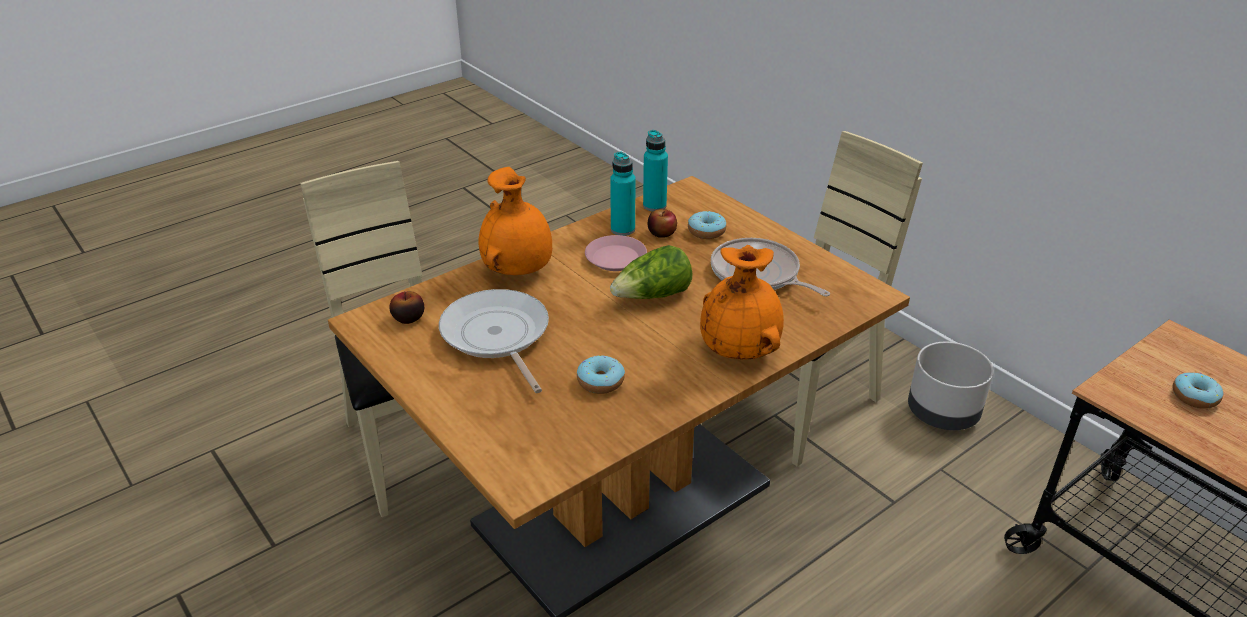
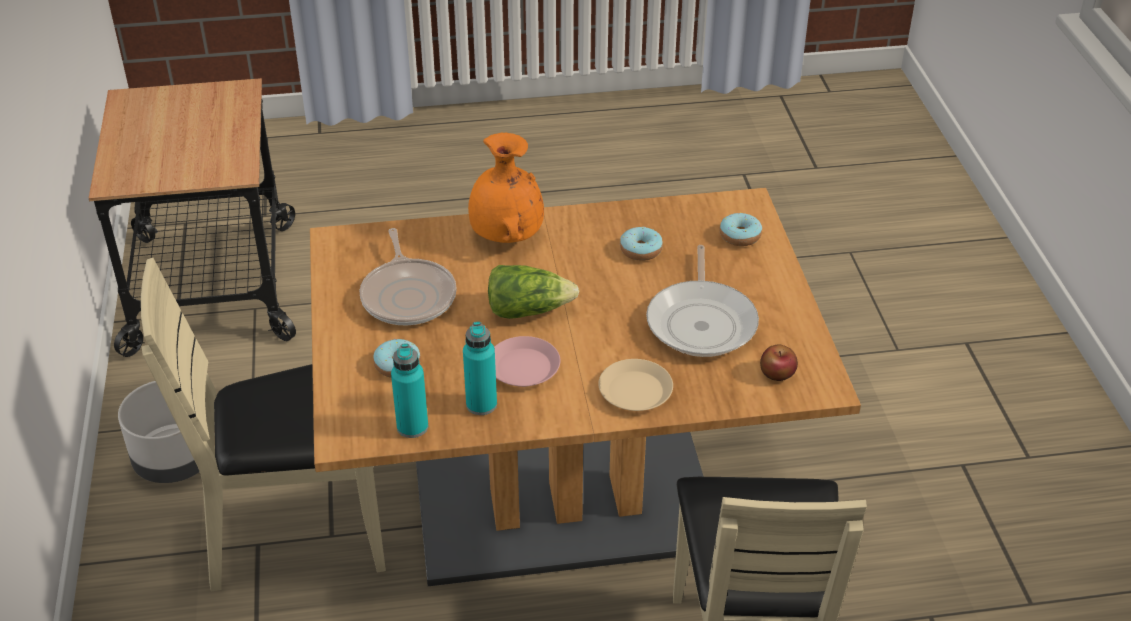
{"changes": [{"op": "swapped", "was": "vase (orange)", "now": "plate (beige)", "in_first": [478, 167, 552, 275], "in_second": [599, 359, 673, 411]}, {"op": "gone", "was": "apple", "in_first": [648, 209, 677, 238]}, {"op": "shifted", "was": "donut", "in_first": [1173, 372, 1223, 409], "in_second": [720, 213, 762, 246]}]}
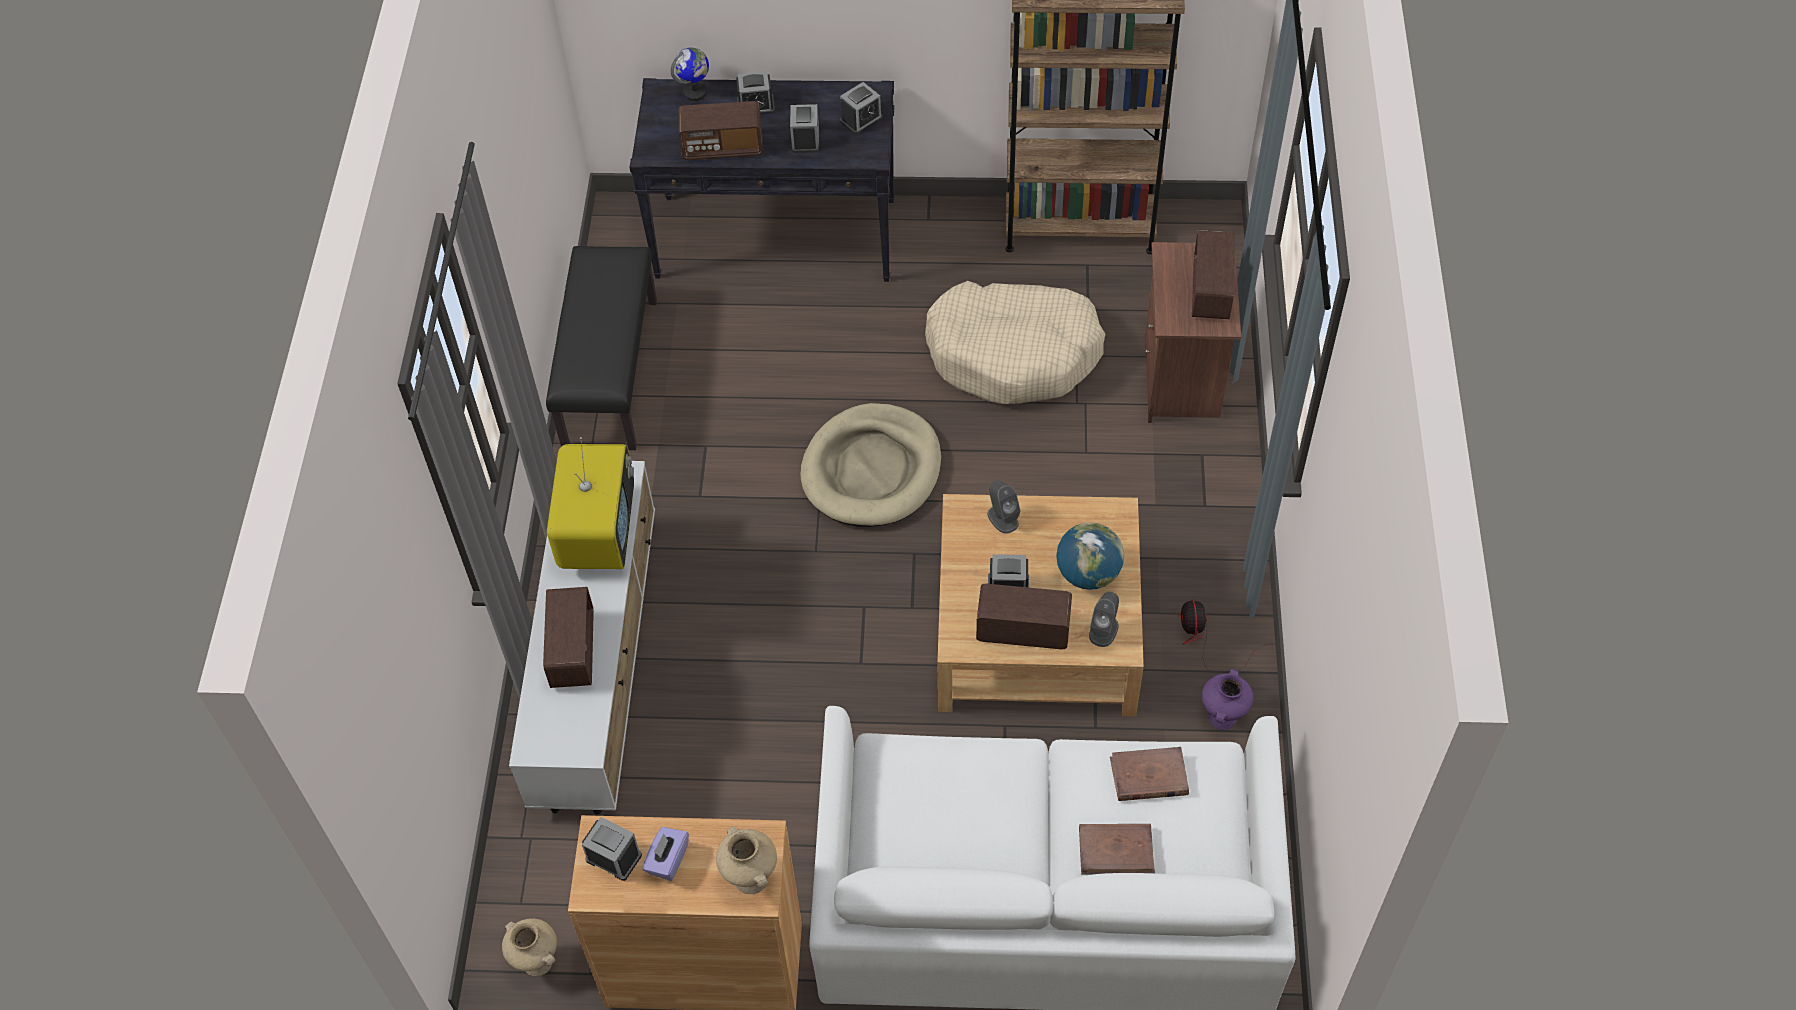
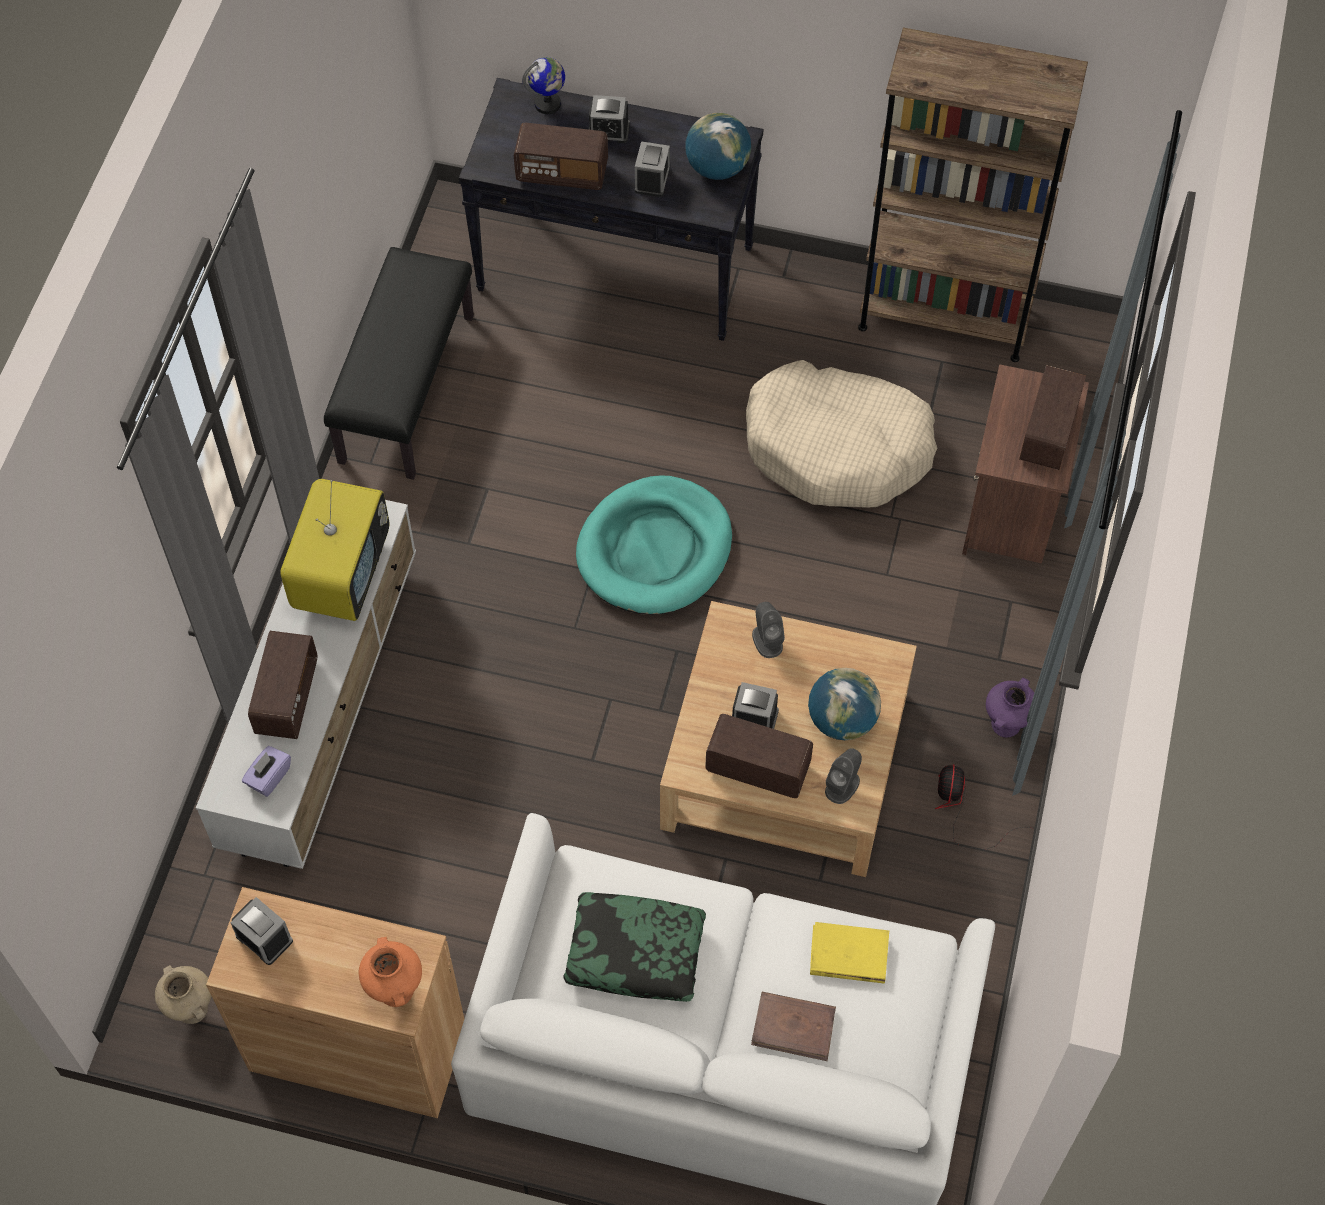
{"changes": [{"op": "shifted", "was": "tissue box (purple)", "in_first": [642, 827, 689, 881], "in_second": [242, 746, 291, 797]}, {"op": "repainted", "was": "vase (beige)", "now": "vase (orange)", "in_first": [716, 827, 777, 894], "in_second": [359, 937, 422, 1007]}, {"op": "repainted", "was": "dog bed (beige)", "now": "dog bed (turquoise)", "in_first": [801, 403, 941, 527], "in_second": [576, 475, 732, 615]}, {"op": "swapped", "was": "alarm clock", "now": "globe", "in_first": [840, 82, 883, 135], "in_second": [685, 113, 751, 180]}, {"op": "repainted", "was": "book (brown)", "now": "book (yellow)", "in_first": [1110, 747, 1189, 801], "in_second": [810, 922, 889, 983]}, {"op": "shifted", "was": "vase (purple)", "in_first": [1202, 669, 1253, 730], "in_second": [986, 677, 1035, 738]}, {"op": "new", "now": "pillow", "in_second": [563, 892, 706, 1002]}]}
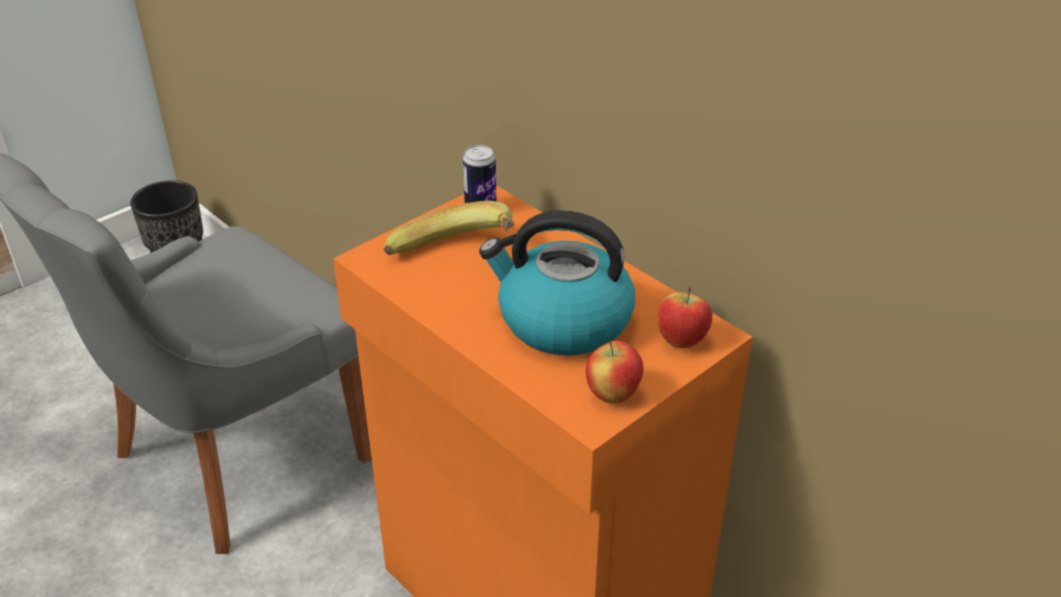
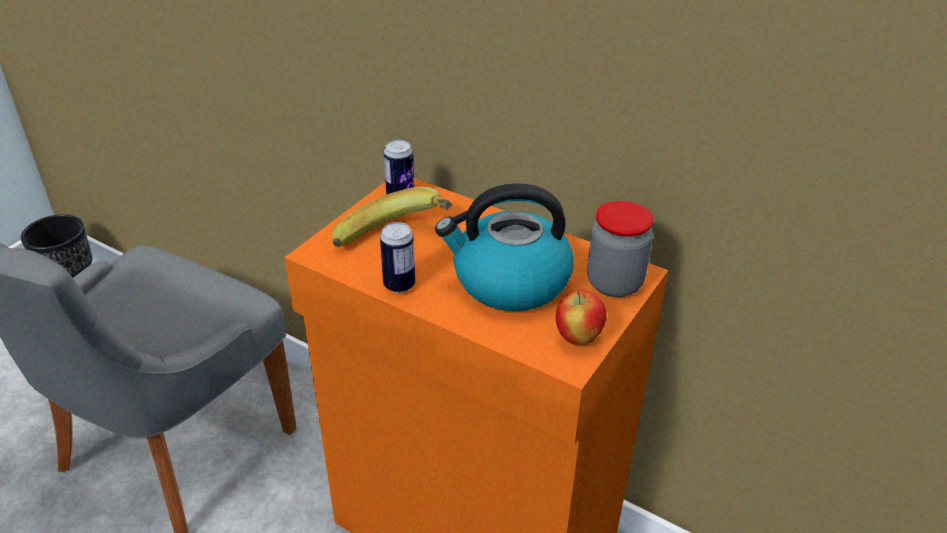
{"changes": [{"op": "swapped", "was": "apple", "now": "jar", "in_first": [657, 287, 713, 348], "in_second": [587, 201, 654, 297]}, {"op": "new", "now": "can", "in_second": [380, 222, 415, 293]}]}
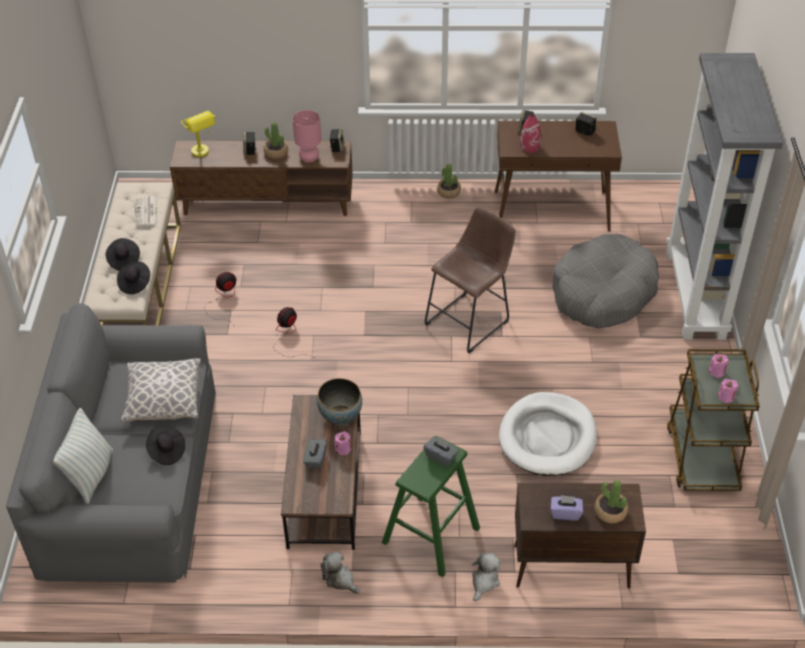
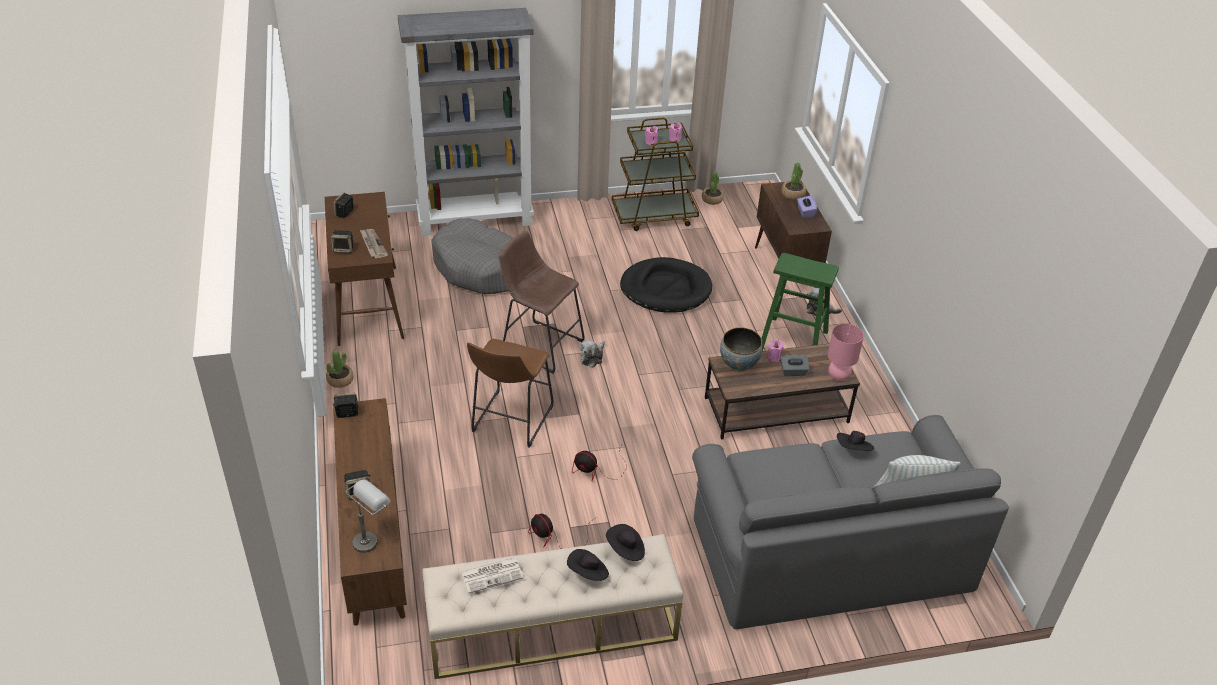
{"changes": [{"op": "gone", "was": "pillow", "in_first": [121, 358, 201, 422]}, {"op": "repainted", "was": "table lamp (yellow)", "now": "table lamp (grey)", "in_first": [181, 111, 216, 157], "in_second": [345, 480, 390, 553]}, {"op": "shifted", "was": "potted plant", "in_first": [263, 122, 288, 159], "in_second": [702, 171, 724, 205]}, {"op": "shifted", "was": "table lamp (pink)", "in_first": [293, 110, 321, 162], "in_second": [828, 323, 864, 381]}, {"op": "shifted", "was": "plush toy", "in_first": [320, 551, 360, 594], "in_second": [580, 340, 605, 368]}, {"op": "gone", "was": "tissue box (grey)", "in_first": [424, 437, 459, 467]}, {"op": "repainted", "was": "dog bed (white)", "now": "dog bed (black)", "in_first": [499, 392, 597, 476], "in_second": [620, 257, 712, 313]}, {"op": "swapped", "was": "vase (red)", "now": "newspaper", "in_first": [520, 114, 541, 152], "in_second": [360, 229, 388, 258]}, {"op": "new", "now": "stool (brown)", "in_second": [467, 339, 553, 448]}]}
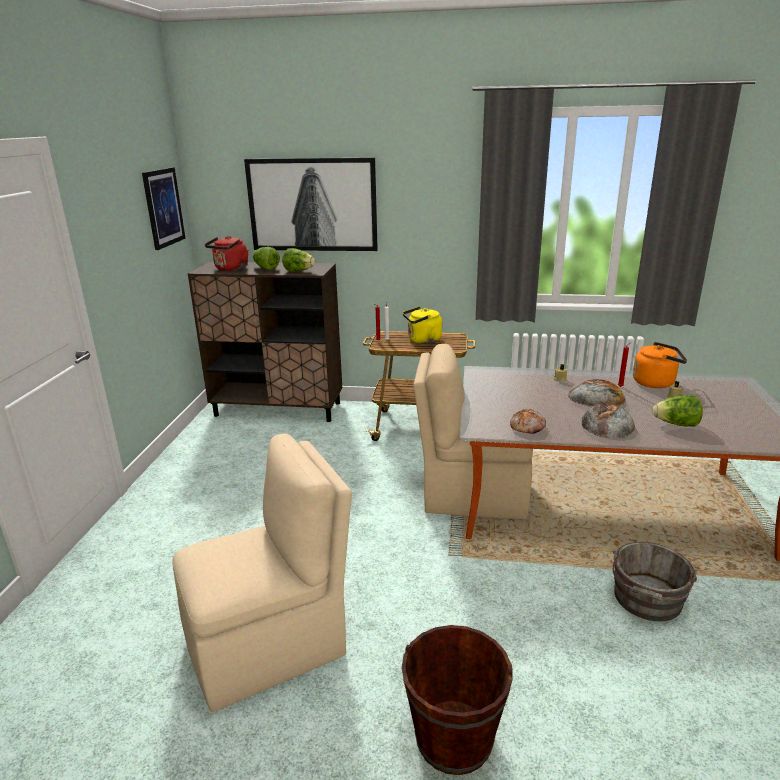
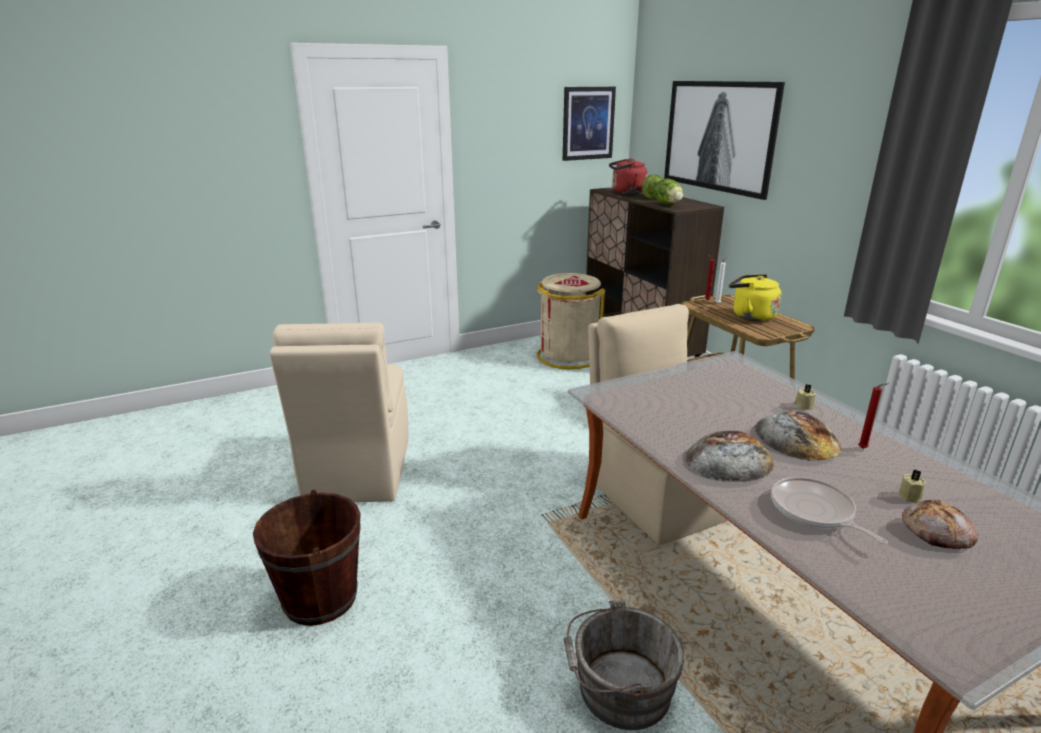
{"changes": [{"op": "rotated", "was": "chair (beige)", "in_first": [172, 433, 352, 712], "in_second": [270, 323, 408, 503], "clockwise": 60}, {"op": "shifted", "was": "bread", "in_first": [510, 409, 546, 434], "in_second": [902, 500, 978, 549]}, {"op": "gone", "was": "kettle (orange)", "in_first": [633, 342, 687, 388]}, {"op": "swapped", "was": "lettuce", "now": "frying pan", "in_first": [653, 395, 703, 427], "in_second": [771, 477, 888, 544]}, {"op": "new", "now": "trash can (beige)", "in_second": [537, 273, 605, 369]}]}
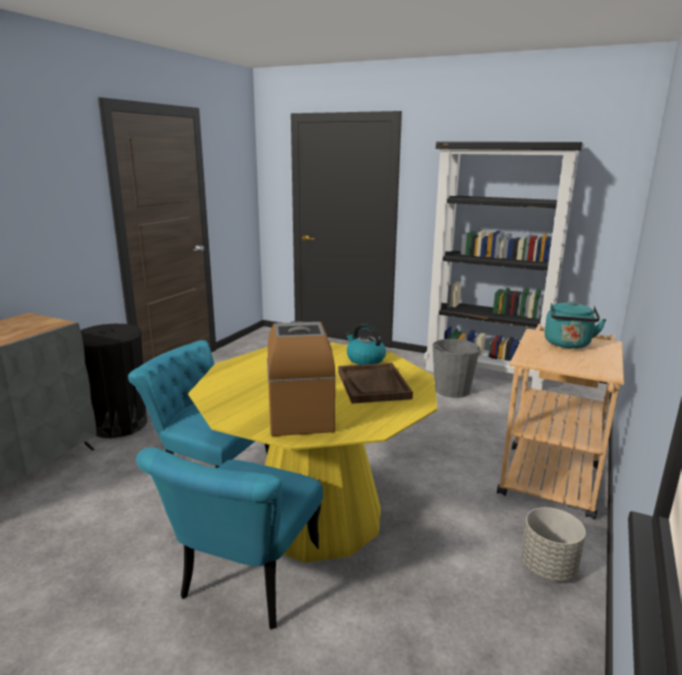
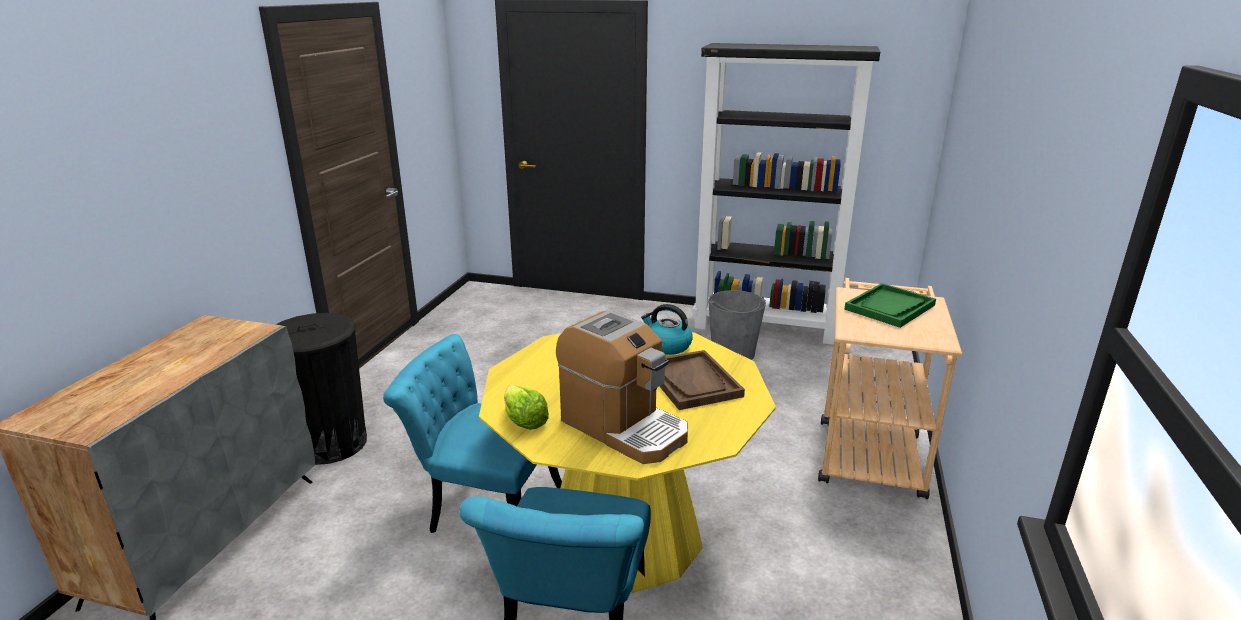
{"changes": [{"op": "rotated", "was": "coffee machine", "in_first": [267, 321, 336, 436], "in_second": [556, 310, 688, 464], "clockwise": 150}, {"op": "gone", "was": "planter (grey)", "in_first": [521, 507, 586, 581]}, {"op": "swapped", "was": "kettle (turquoise)", "now": "tray (green)", "in_first": [544, 301, 607, 349], "in_second": [844, 283, 936, 328]}, {"op": "new", "now": "lettuce", "in_second": [504, 385, 549, 430]}]}
